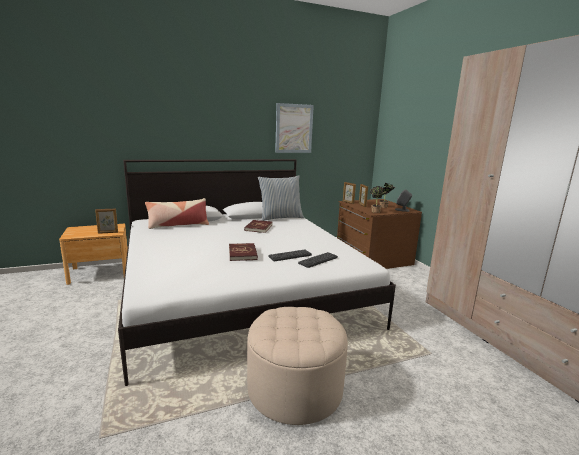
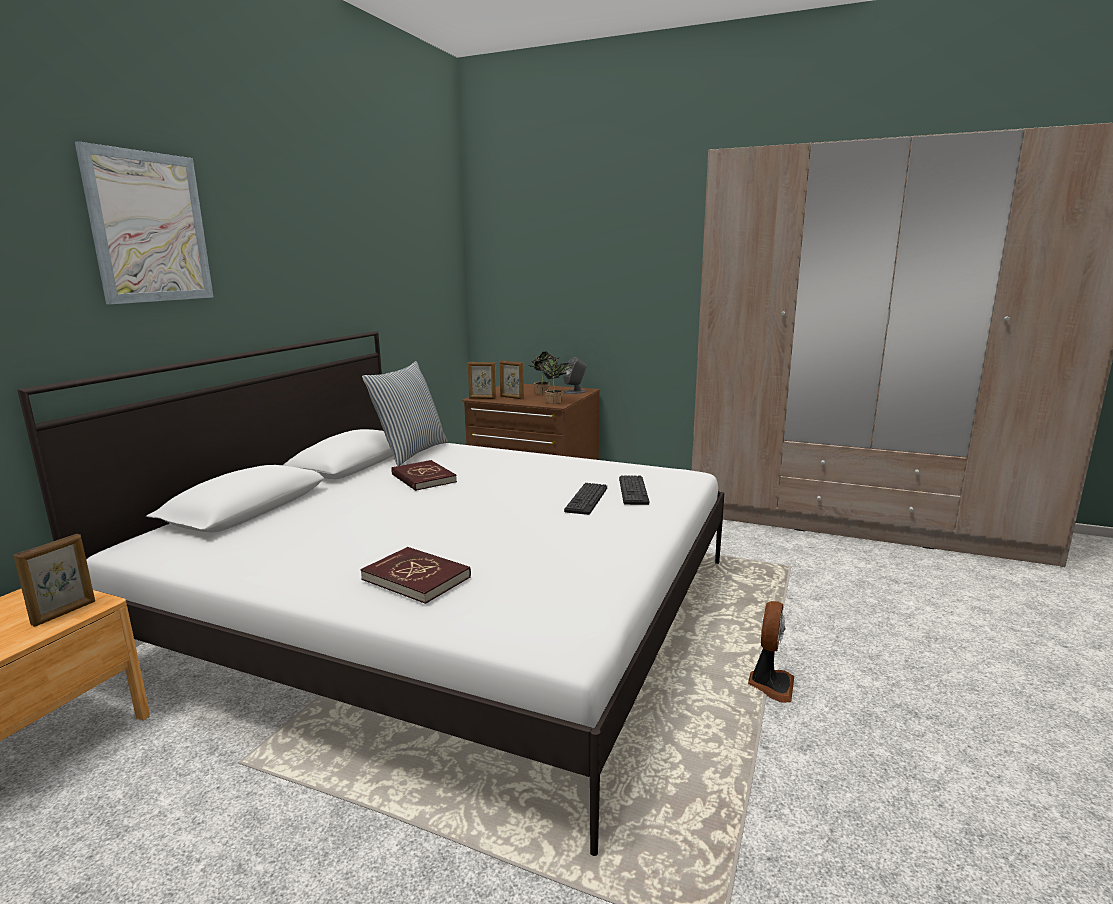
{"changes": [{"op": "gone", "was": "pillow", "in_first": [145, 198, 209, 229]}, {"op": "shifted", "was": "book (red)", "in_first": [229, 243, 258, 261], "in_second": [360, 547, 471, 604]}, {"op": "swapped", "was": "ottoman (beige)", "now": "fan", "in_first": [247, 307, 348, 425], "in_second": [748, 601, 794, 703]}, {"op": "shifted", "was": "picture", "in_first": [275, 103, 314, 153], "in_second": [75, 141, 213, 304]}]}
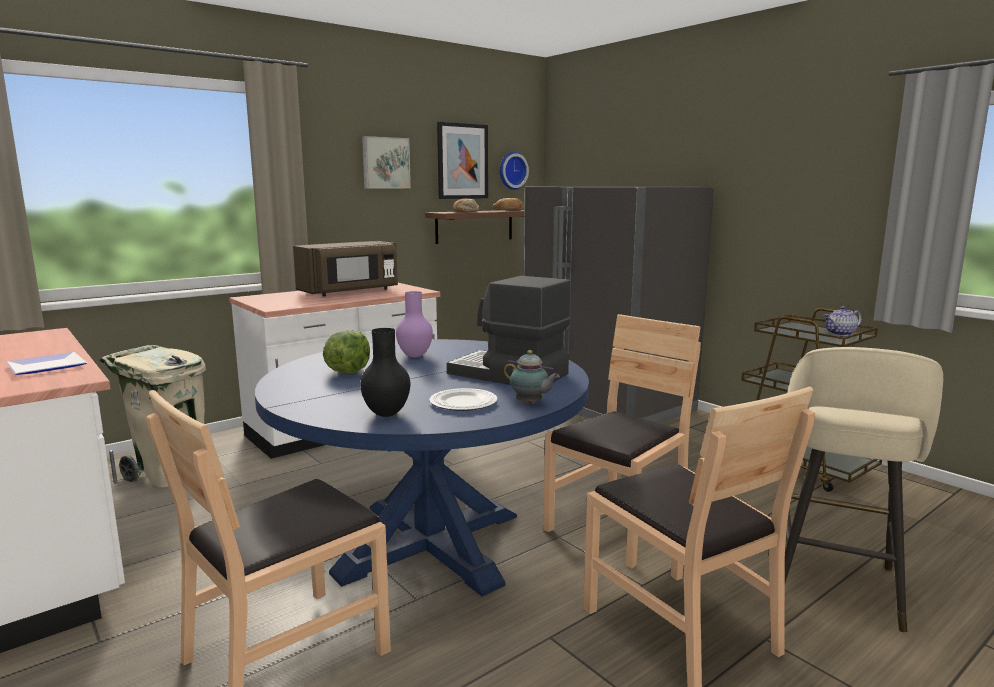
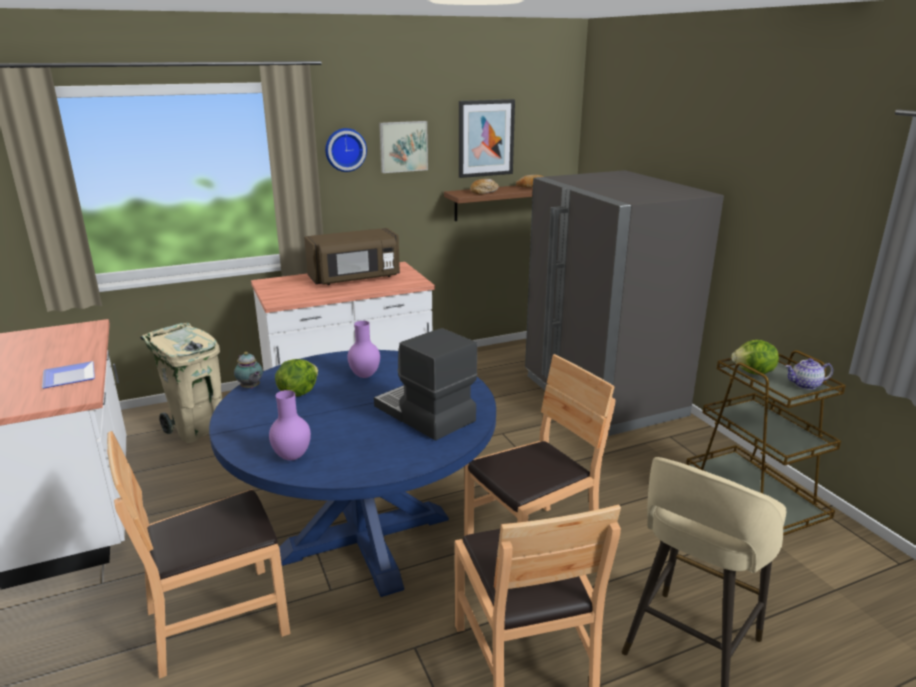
{"changes": [{"op": "repainted", "was": "vase (black)", "now": "vase (purple)", "in_first": [360, 328, 410, 417], "in_second": [269, 390, 311, 461]}, {"op": "gone", "was": "plate", "in_first": [429, 388, 498, 411]}, {"op": "shifted", "was": "wall clock", "in_first": [499, 152, 529, 190], "in_second": [325, 128, 367, 172]}, {"op": "shifted", "was": "teapot", "in_first": [504, 350, 560, 404], "in_second": [234, 352, 263, 389]}, {"op": "new", "now": "lettuce", "in_second": [731, 340, 779, 375]}]}
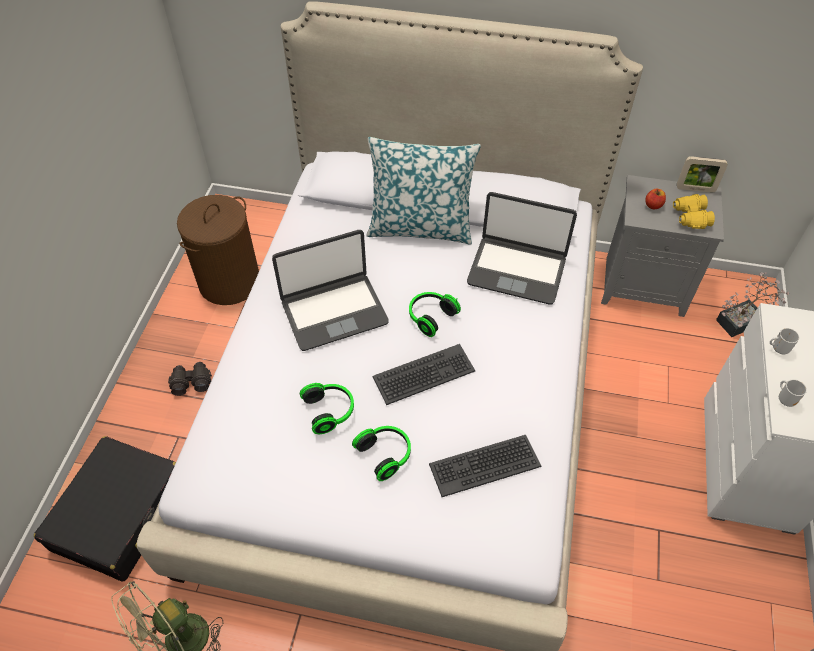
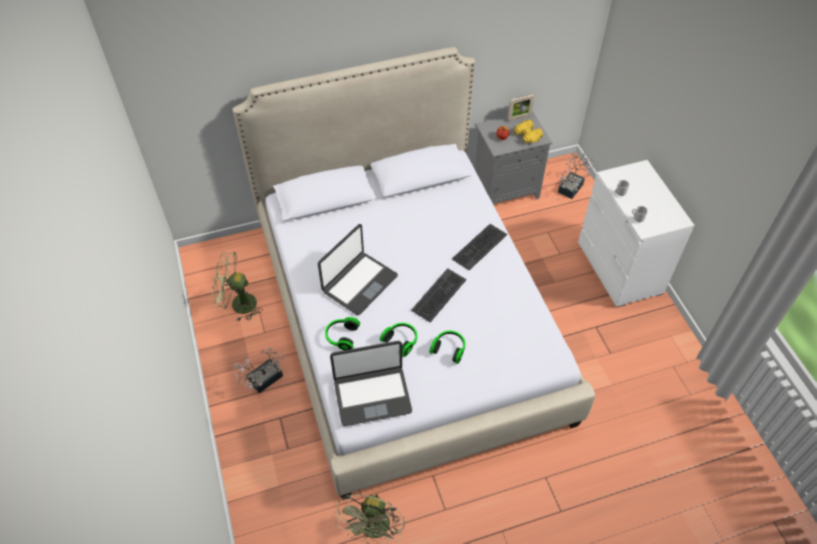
{"changes": [{"op": "gone", "was": "suitcase (black)", "in_first": [34, 436, 176, 582]}, {"op": "swapped", "was": "binoculars (black)", "now": "potted plant", "in_first": [168, 362, 212, 396], "in_second": [233, 348, 283, 393]}, {"op": "swapped", "was": "laundry basket (brown)", "now": "fan (green)", "in_first": [177, 195, 259, 305], "in_second": [212, 252, 263, 321]}, {"op": "gone", "was": "pillow", "in_first": [366, 137, 481, 244]}, {"op": "shifted", "was": "headphones", "in_first": [409, 292, 461, 337], "in_second": [325, 317, 360, 350]}, {"op": "shifted", "was": "keyboard", "in_first": [429, 435, 542, 497], "in_second": [452, 224, 507, 270]}, {"op": "shifted", "was": "laptop", "in_first": [467, 192, 577, 305], "in_second": [330, 341, 412, 426]}]}
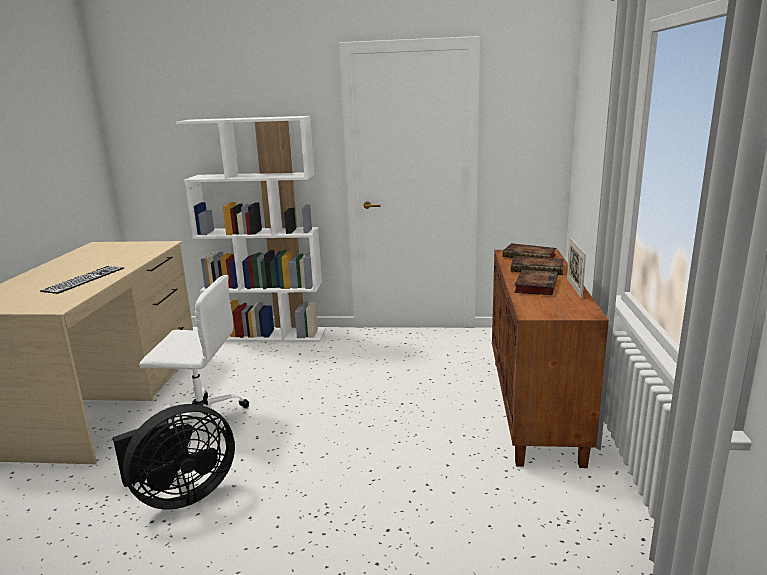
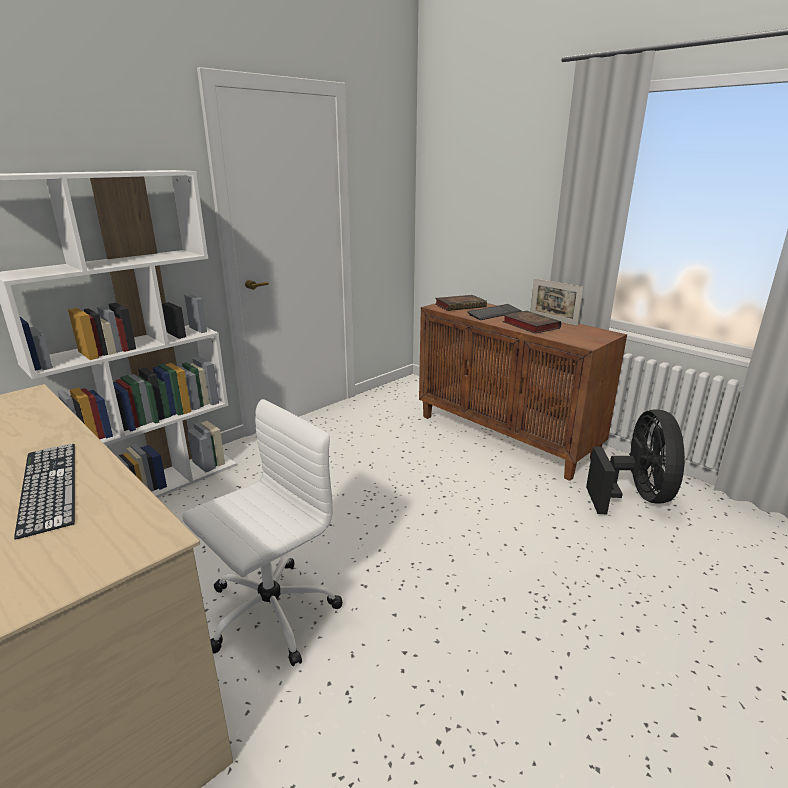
{"changes": [{"op": "shifted", "was": "fan (black)", "in_first": [113, 404, 235, 510], "in_second": [586, 409, 685, 514]}, {"op": "swapped", "was": "book", "now": "keyboard", "in_first": [511, 256, 563, 275], "in_second": [467, 304, 522, 320]}]}
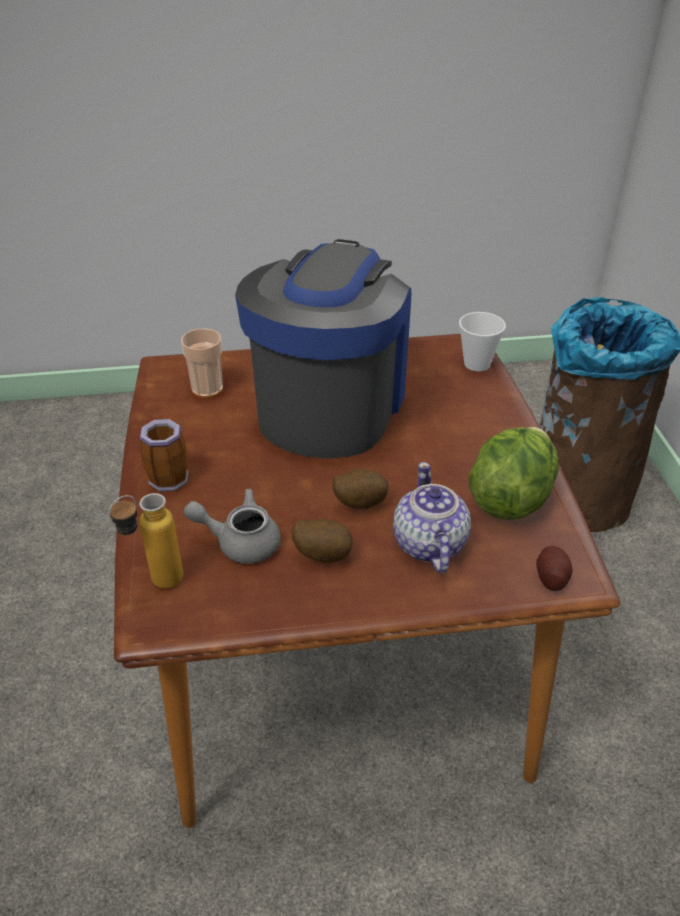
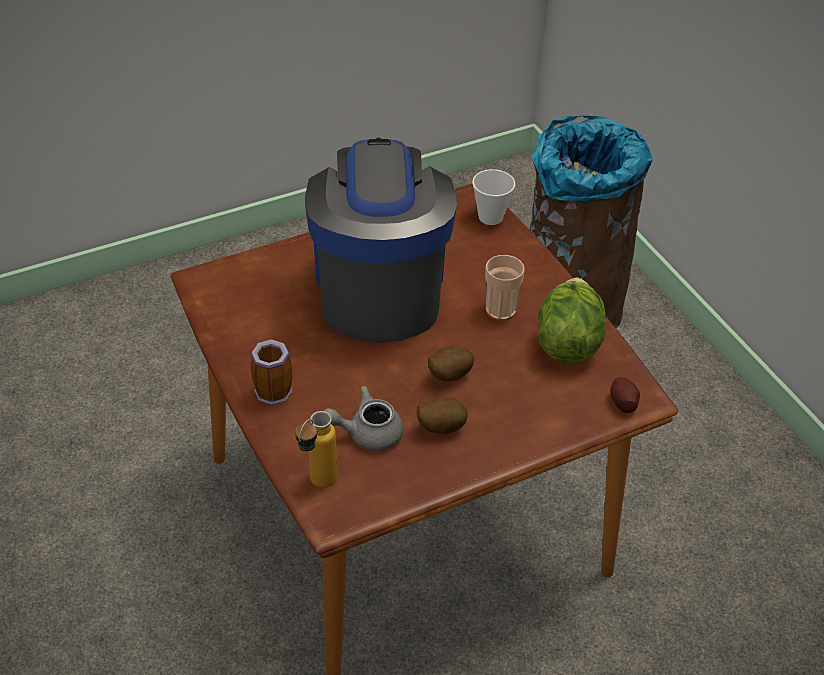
{"changes": [{"op": "shifted", "was": "cup", "in_first": [181, 328, 223, 398], "in_second": [485, 255, 525, 321]}, {"op": "gone", "was": "teapot", "in_first": [393, 462, 471, 573]}]}
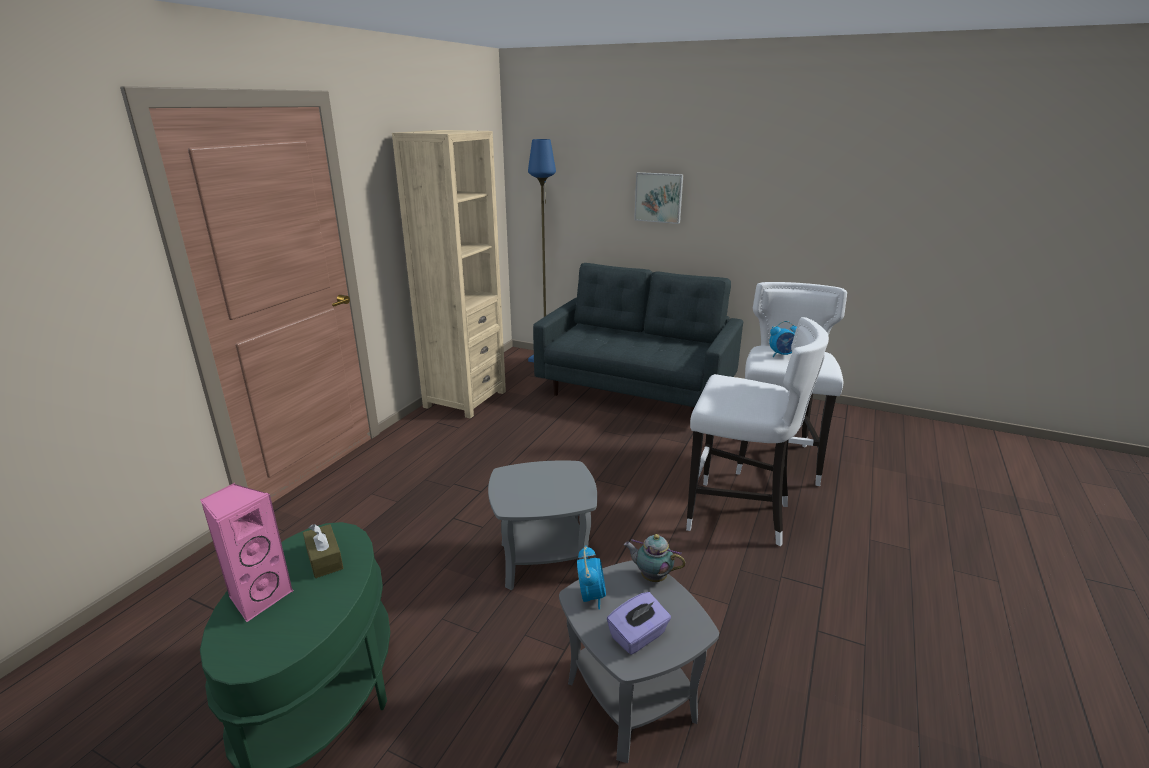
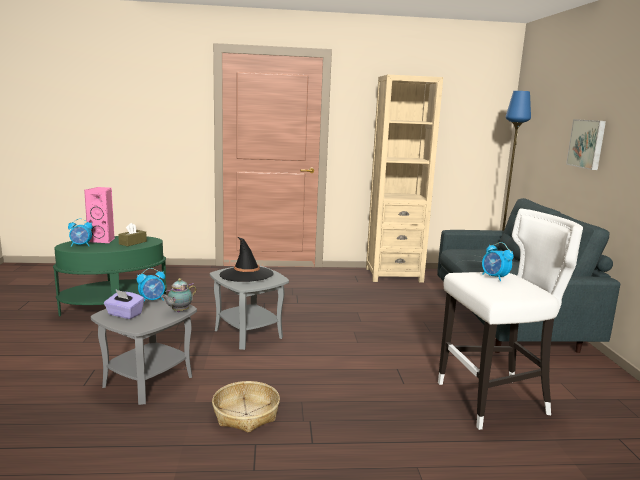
{"changes": [{"op": "rotated", "was": "teapot", "in_first": [624, 534, 685, 582], "in_second": [161, 278, 197, 312], "clockwise": -135}, {"op": "gone", "was": "stool (white)", "in_first": [686, 317, 829, 546]}, {"op": "new", "now": "alarm clock", "in_second": [68, 218, 93, 247]}, {"op": "new", "now": "basket", "in_second": [212, 381, 280, 433]}, {"op": "new", "now": "hat (black)", "in_second": [219, 237, 274, 282]}]}
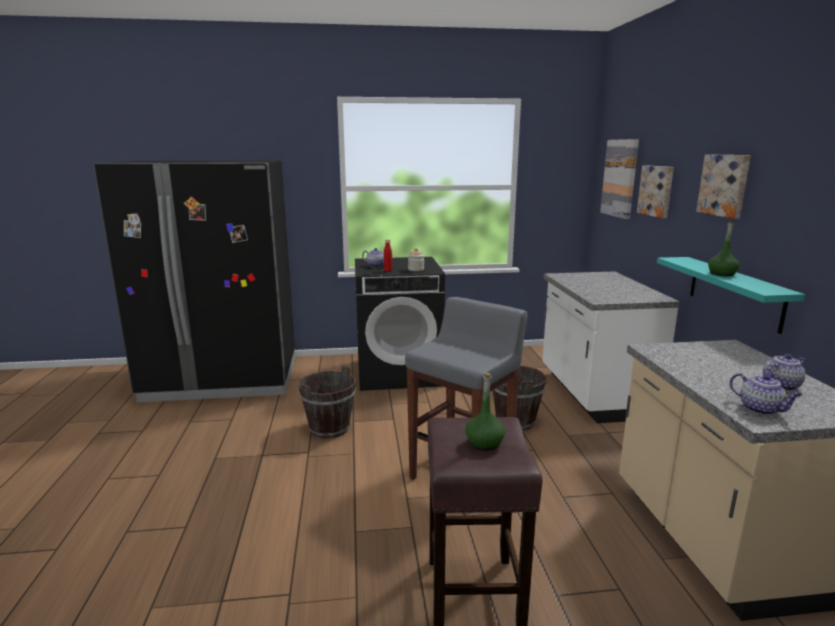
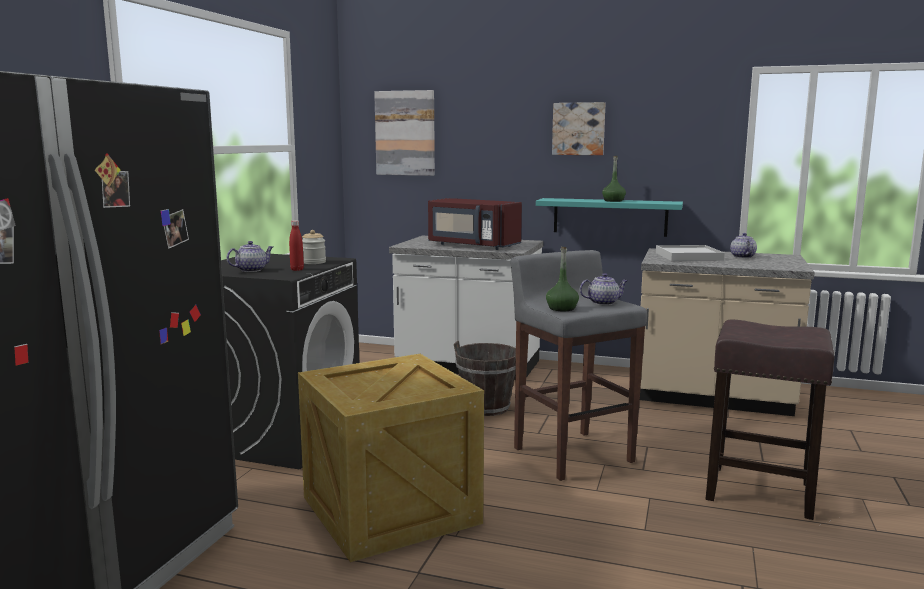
{"changes": [{"op": "swapped", "was": "bucket (brown)", "now": "crate", "in_first": [298, 366, 356, 438], "in_second": [298, 354, 484, 562]}, {"op": "shifted", "was": "bottle (green)", "in_first": [465, 372, 505, 451], "in_second": [546, 247, 579, 311]}, {"op": "gone", "was": "picture", "in_first": [637, 165, 674, 218]}, {"op": "shifted", "was": "teapot", "in_first": [730, 373, 802, 415], "in_second": [580, 273, 628, 305]}, {"op": "new", "now": "microwave (red)", "in_second": [428, 198, 522, 250]}, {"op": "new", "now": "tray (white)", "in_second": [656, 245, 725, 261]}]}
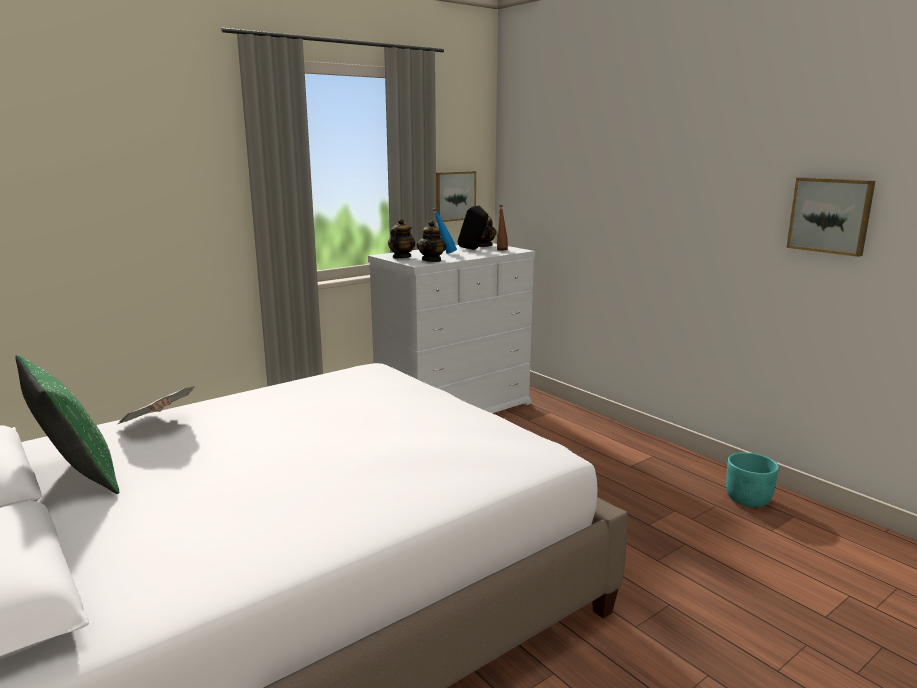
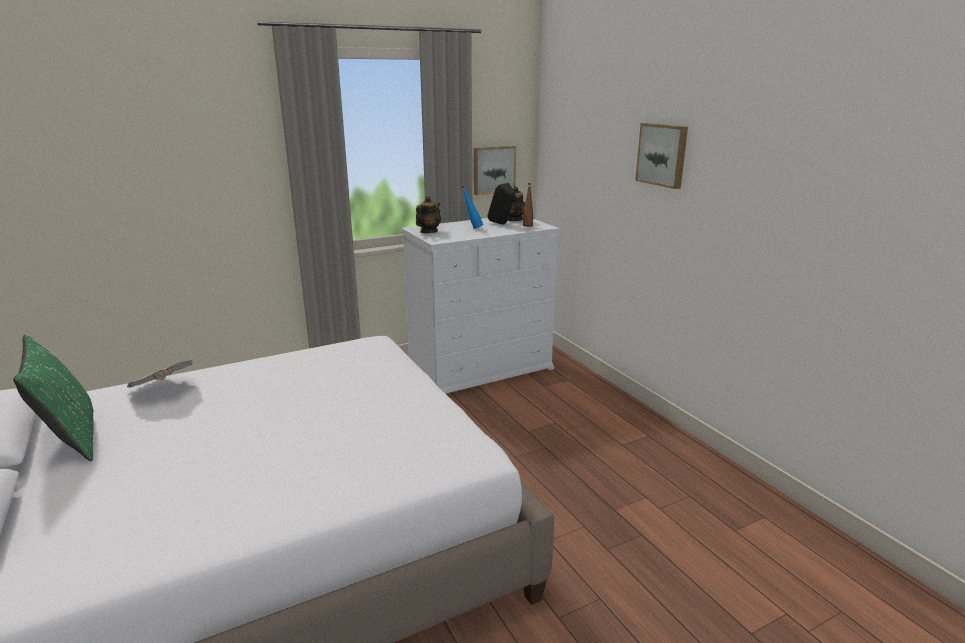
{"changes": [{"op": "gone", "was": "teapot", "in_first": [417, 220, 447, 262]}, {"op": "gone", "was": "planter (turquoise)", "in_first": [726, 452, 779, 507]}, {"op": "shifted", "was": "picture", "in_first": [786, 177, 875, 257], "in_second": [635, 123, 688, 189]}]}
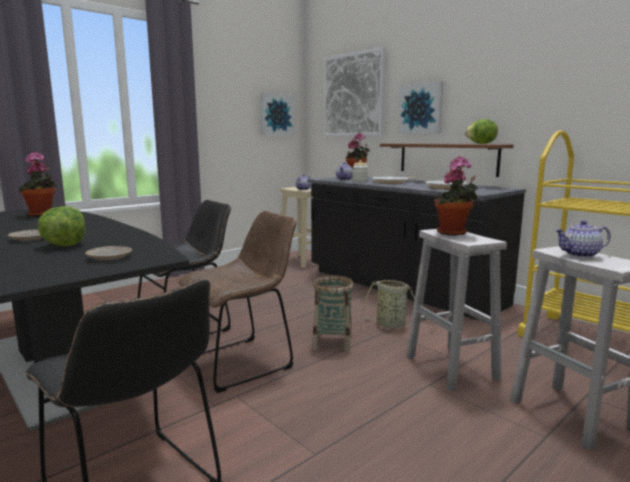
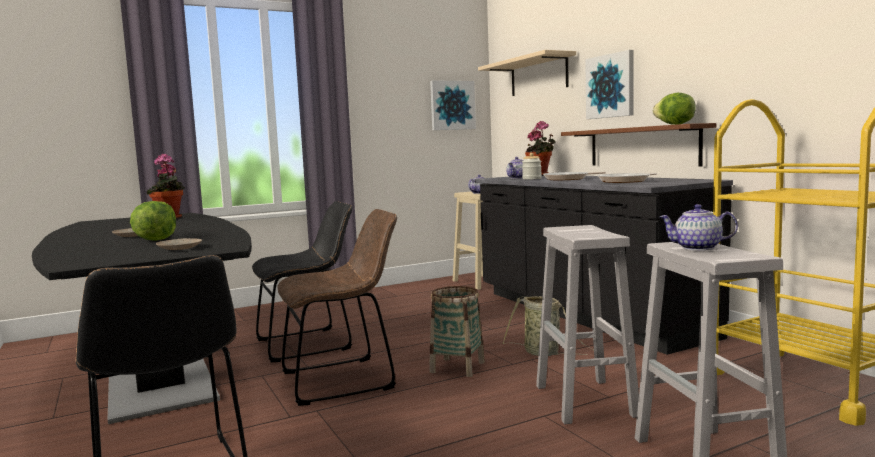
{"changes": [{"op": "swapped", "was": "picture", "now": "shelf (beige)", "in_first": [323, 47, 386, 136], "in_second": [478, 50, 576, 96]}, {"op": "gone", "was": "potted plant", "in_first": [435, 156, 478, 236]}]}
